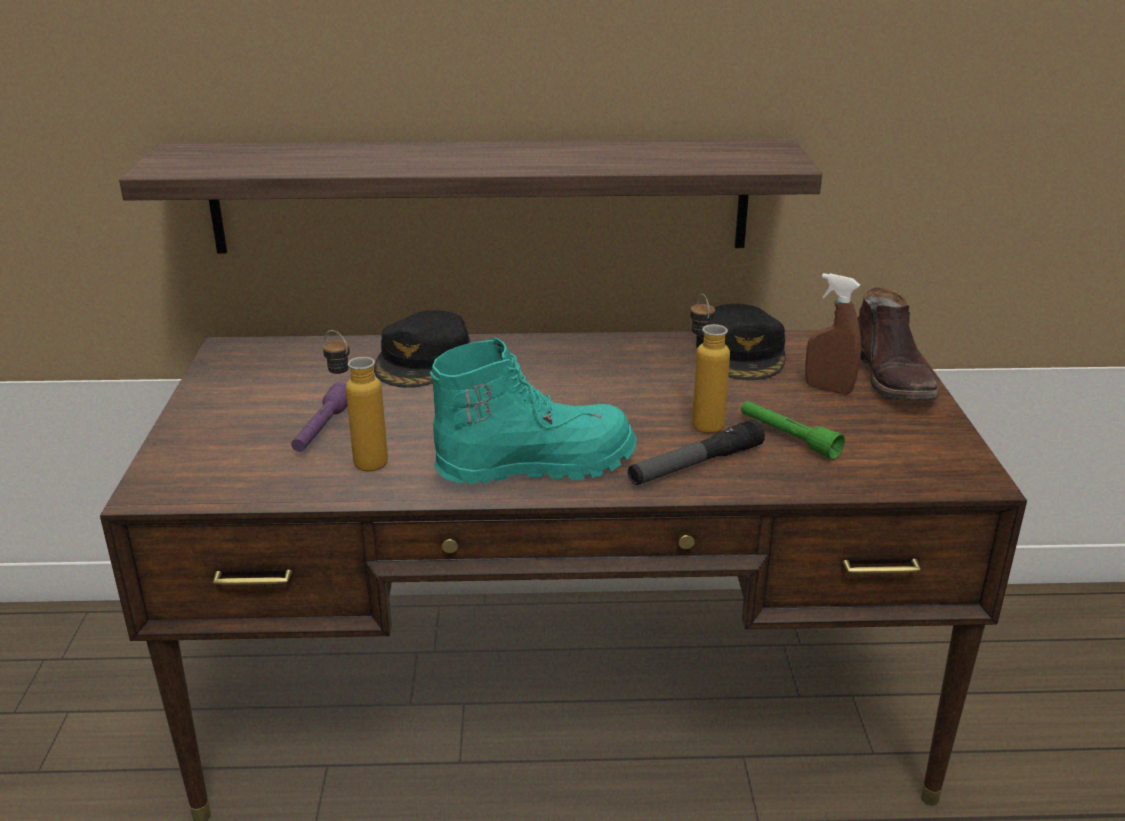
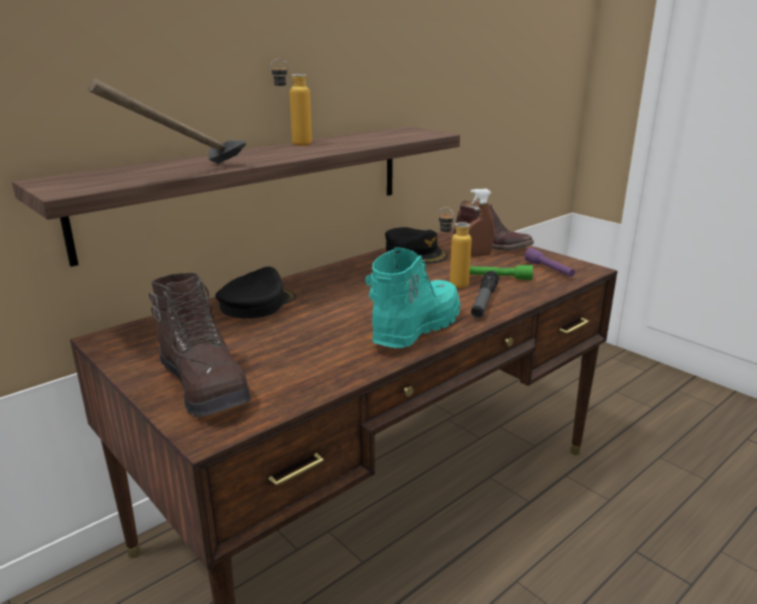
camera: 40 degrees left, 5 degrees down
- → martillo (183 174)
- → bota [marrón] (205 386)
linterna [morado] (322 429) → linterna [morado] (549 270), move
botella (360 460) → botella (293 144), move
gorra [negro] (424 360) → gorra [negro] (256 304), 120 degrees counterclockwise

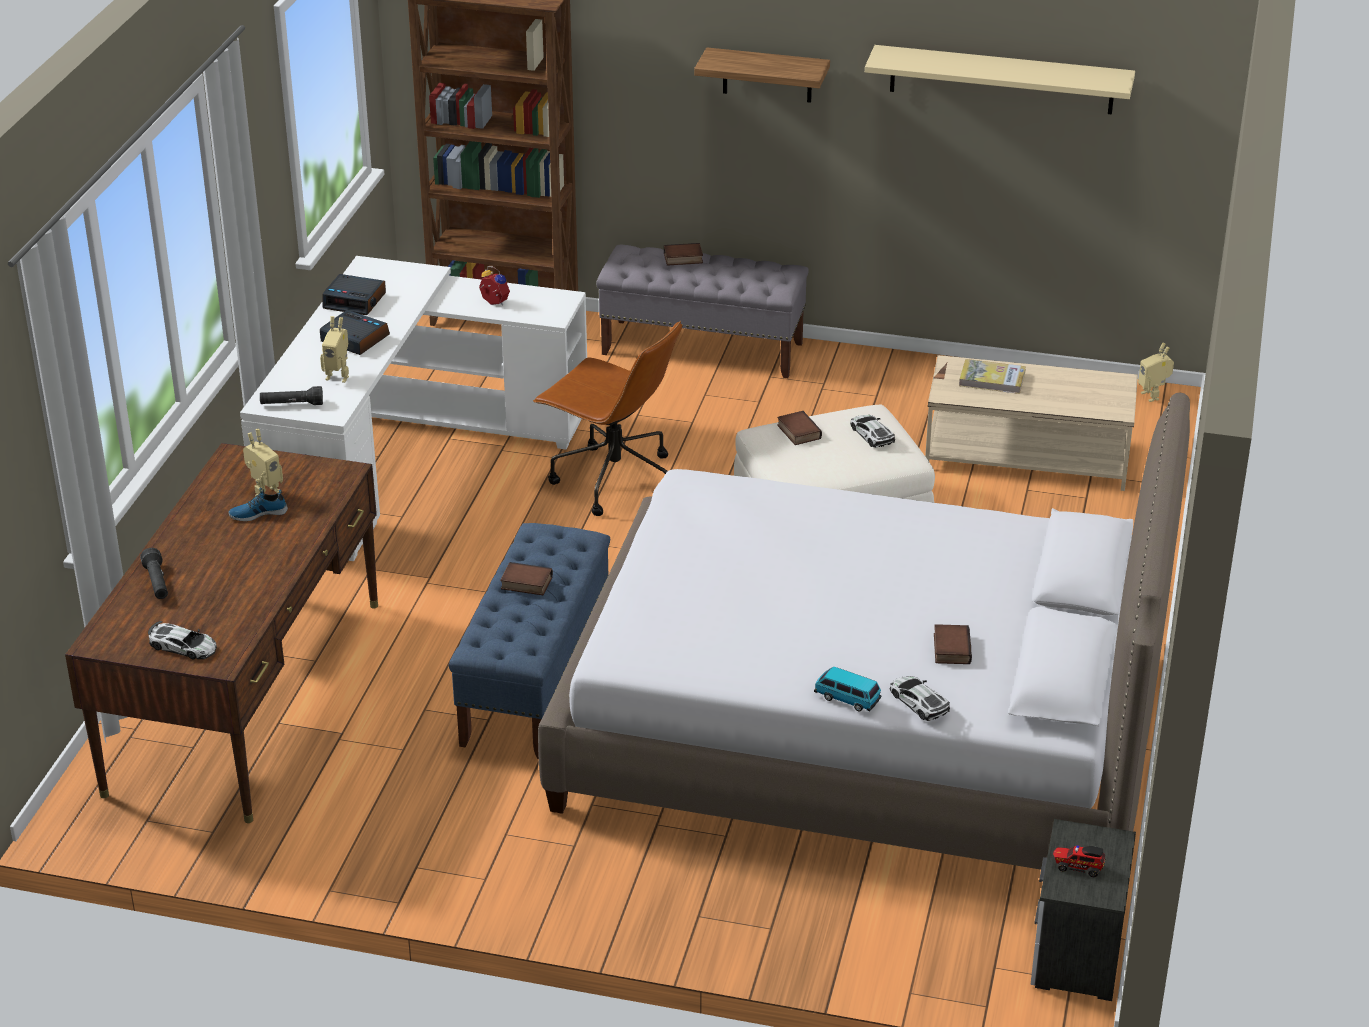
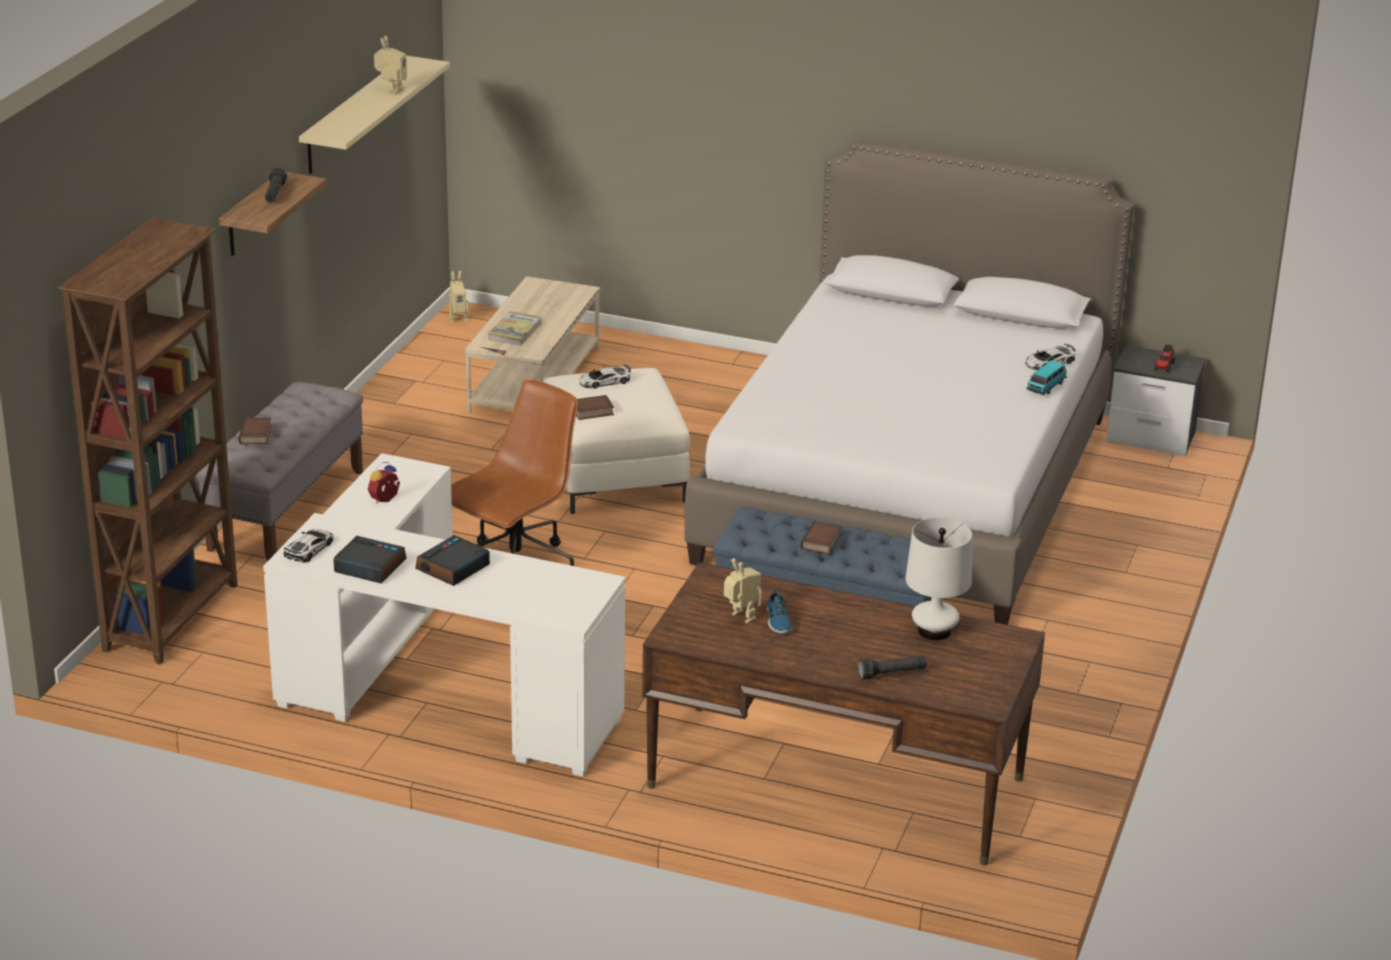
camera: 85 degrees left, 5 degrees down
libro (950 648) → -
- → lámpara de mesa [blanco] (934 631)
coche de juguete (183 646) → coche de juguete (309 549), move
linterna [negro] (292 404) → linterna [negro] (274 194), move
robot de juguete (338 376) → robot de juguete (391 91), move
despertador (355 301) → despertador (369 567), 90 degrees counterclockwise

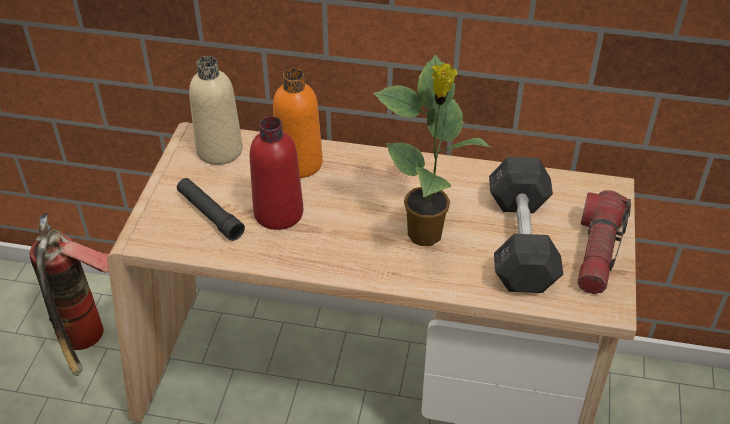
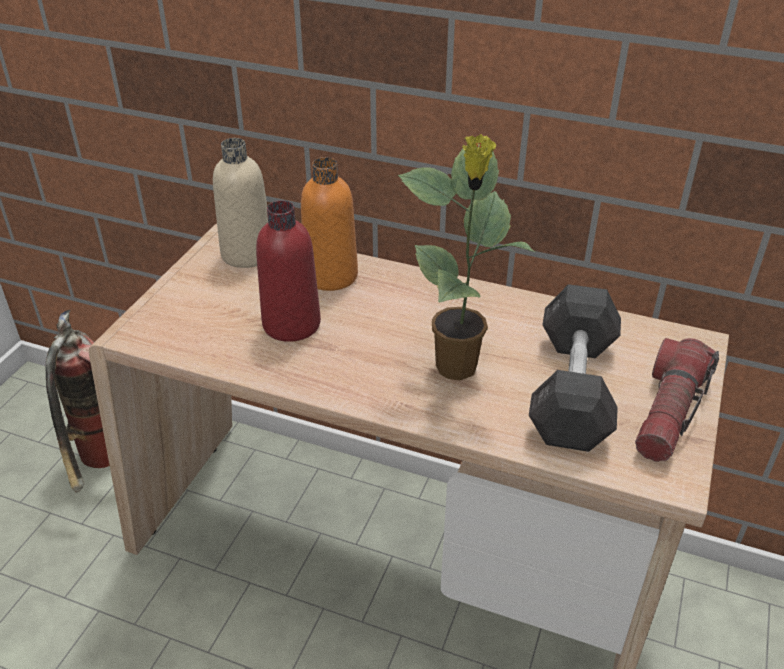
camera: 10 degrees right, 5 degrees down
linterna [negro] (210 214) → -

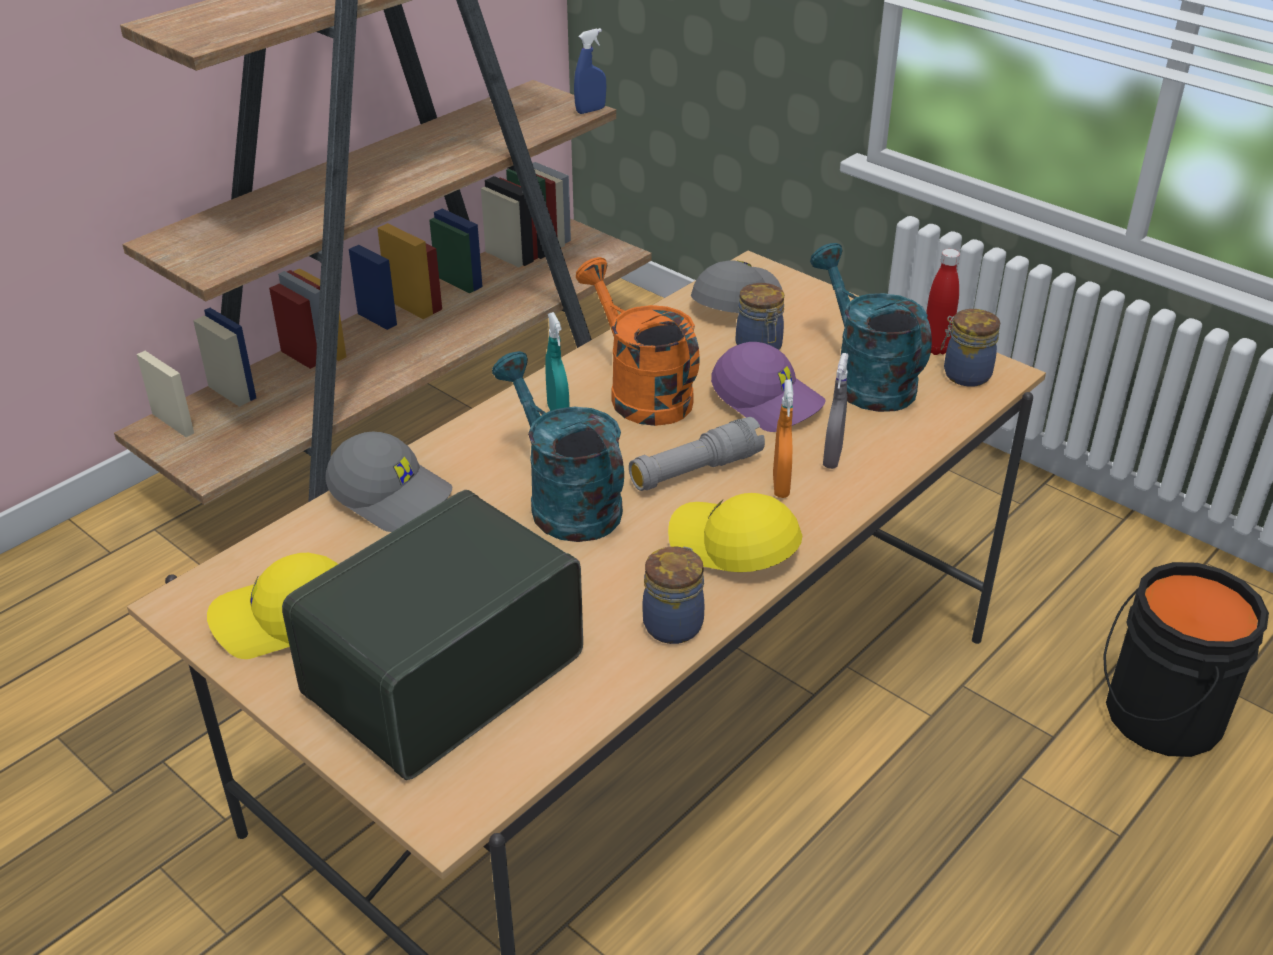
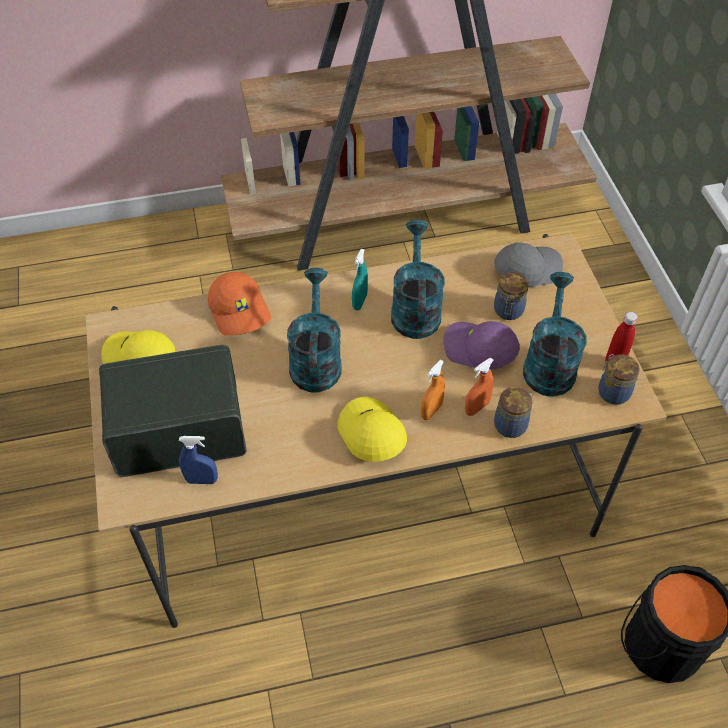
camera: 35 degrees right, 15 degrees up
linterna [gris] (695 470) → -
pulverizador [azul] (590 110) → pulverizador [azul] (202 480), move
tarro (674 623) → tarro (511 425), move
gorra [gris] (392 494) → gorra [naranja] (240 311)
regadera [naranja] (641 393) → regadera [turquesa] (415 309)
pulverizador [gris] (832 458) → pulverizador [naranja] (477 408)
gorra [morado] (768 400) → gorra [morado] (479 350), 135 degrees clockwise

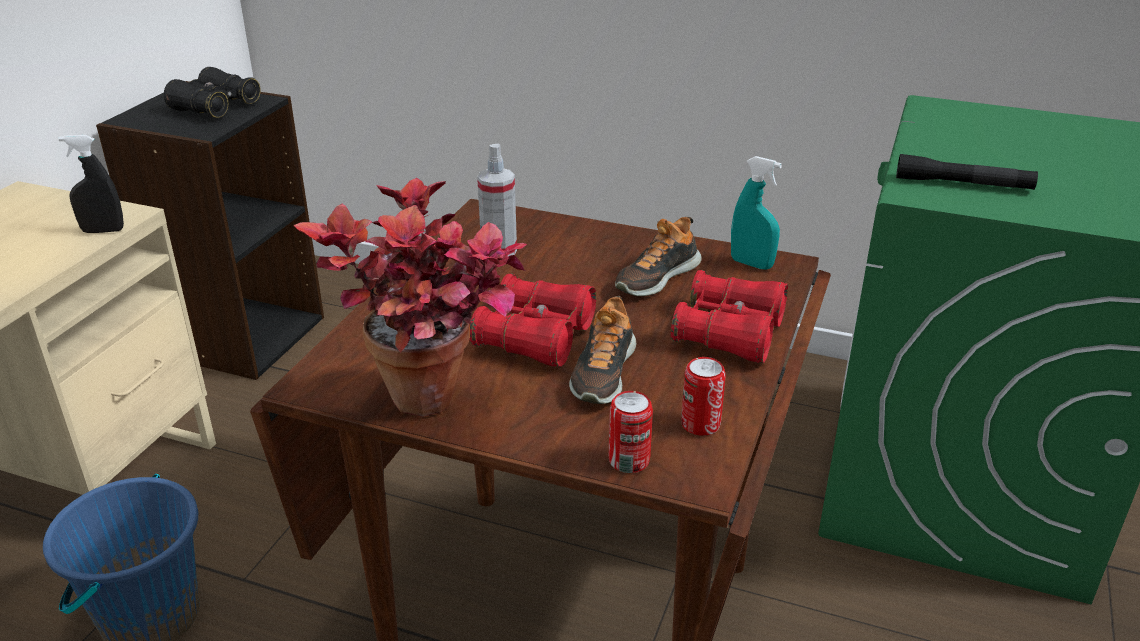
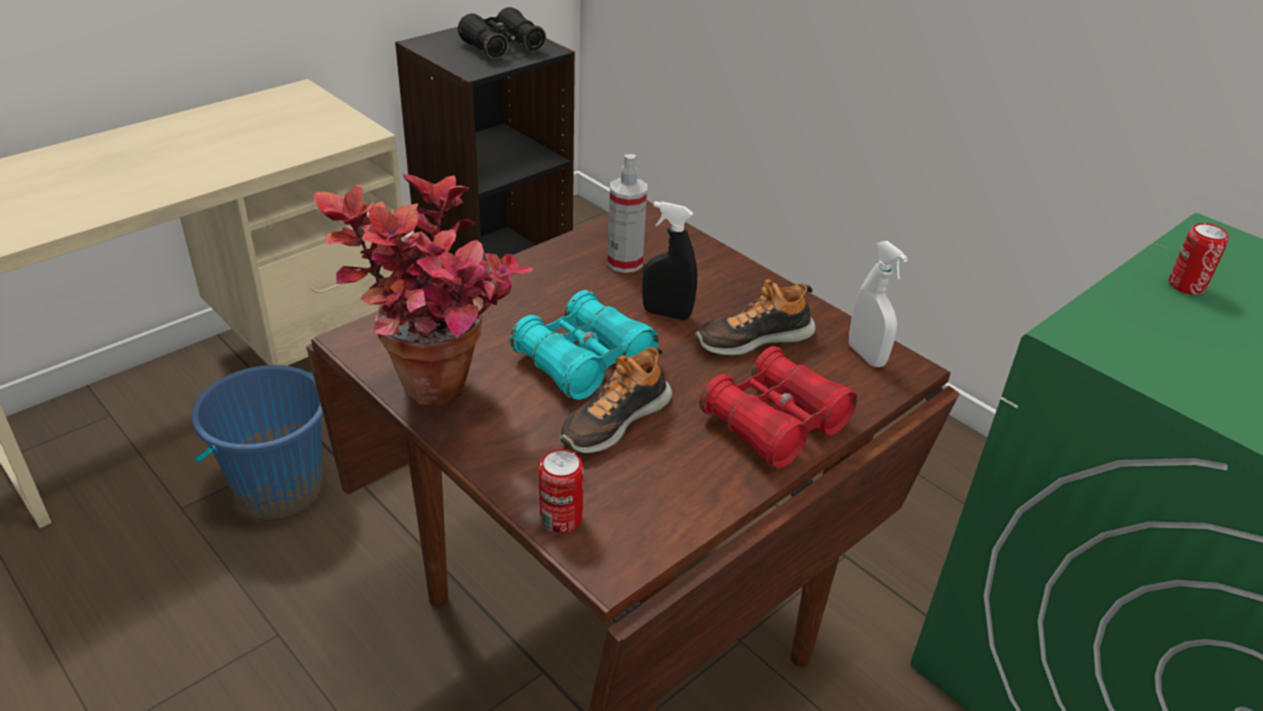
camera: 25 degrees right, 5 degrees up
linterna [negro] (963 184) → -
pulverizador [negro] (103 231) → pulverizador [negro] (666 314), move
lata (700 424) → lata (1186 285), move
prismáticos [rojo] (535 337) → prismáticos [turquesa] (583 361)
pulverizador [turquesa] (751 264) → pulverizador [blanco] (866 355)

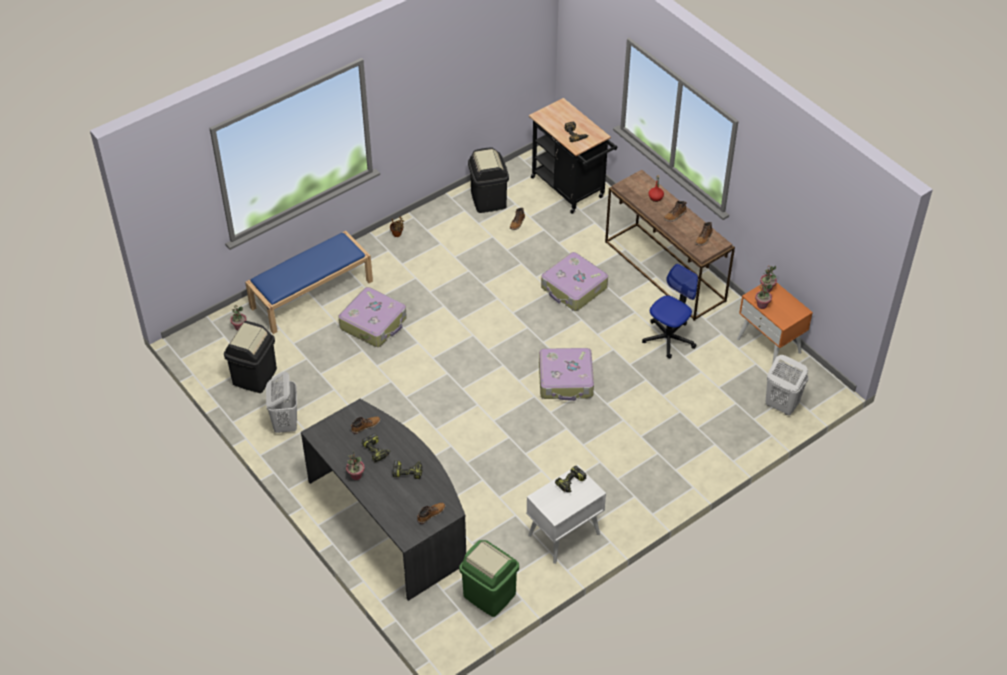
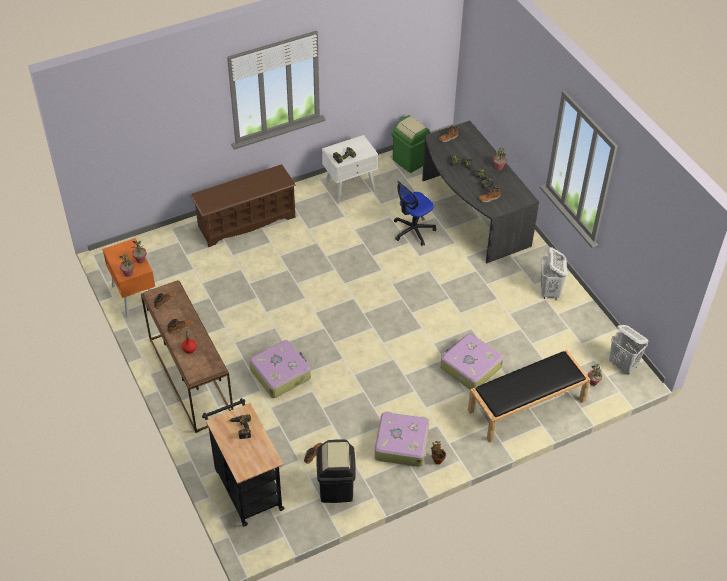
camera: 170 degrees left, 0 degrees up
papelera [negro] (254 376) → -
- → zapatero [marrón] (246 221)
maleta (566 380) → maleta (401 443), move
silla de oficina (669 338) → silla de oficina (413 230), move
cesto de la ropa [blanco] (781 405) → cesto de la ropa [blanco] (623 365), move
banco [azul] (312 293) → banco [negro] (526 406)

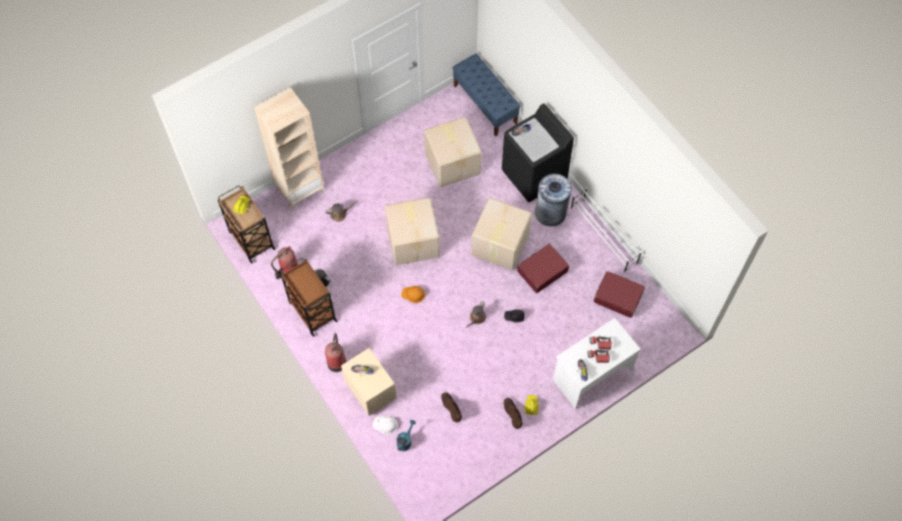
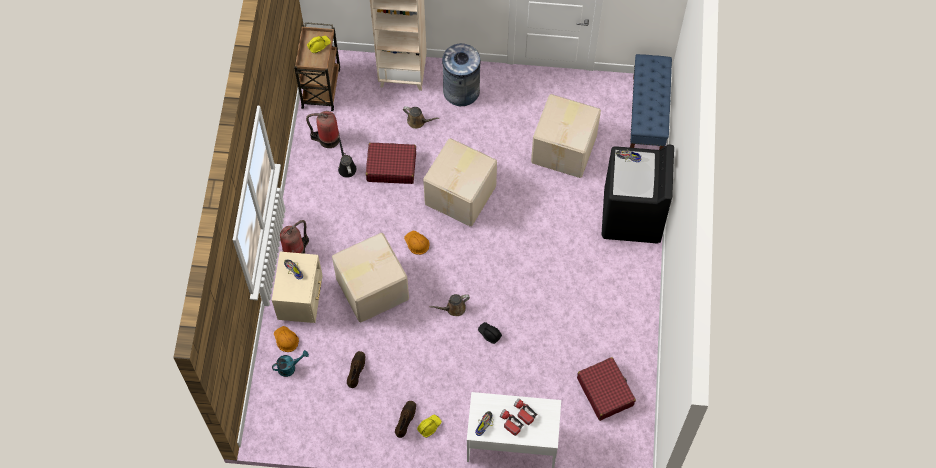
camera: 40 degrees right, 0 degrees up
carrito [marrón] (312 310) → -
zapatero [blanco] (603 236) → -
caja de cartón (499 245) → caja de cartón (371 288), move
maleta [rojo] (542 271) → maleta [rojo] (391 167), move
papelera [gris] (550 212) → papelera [gris] (461 91), move
casco [blanco] (385 425) → casco [naranja] (286 339)

